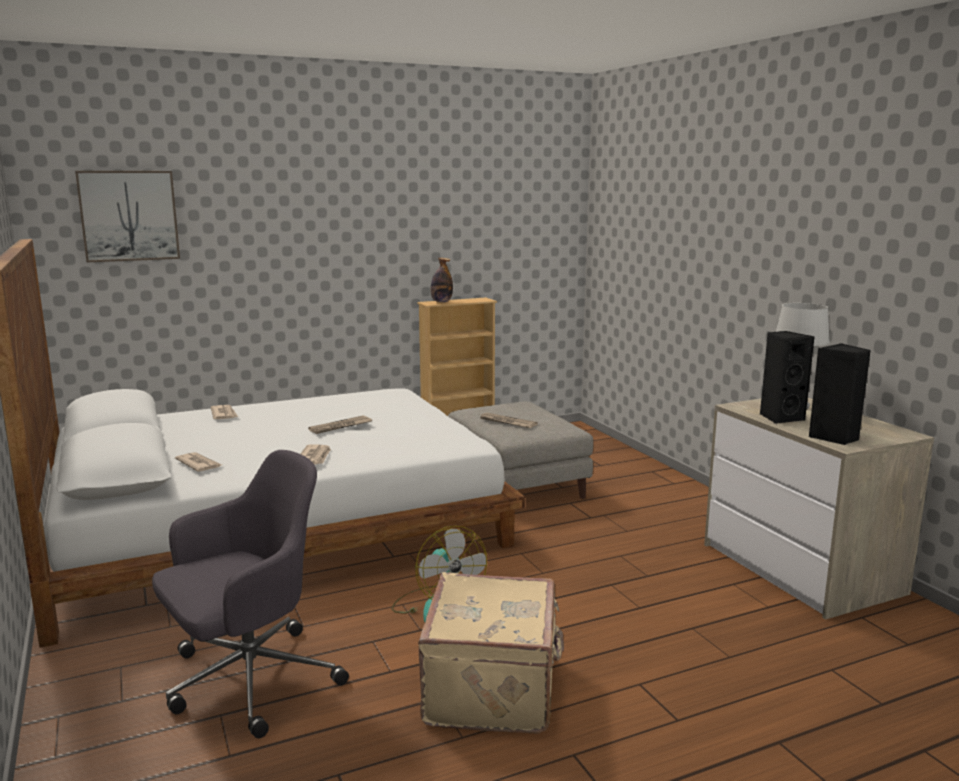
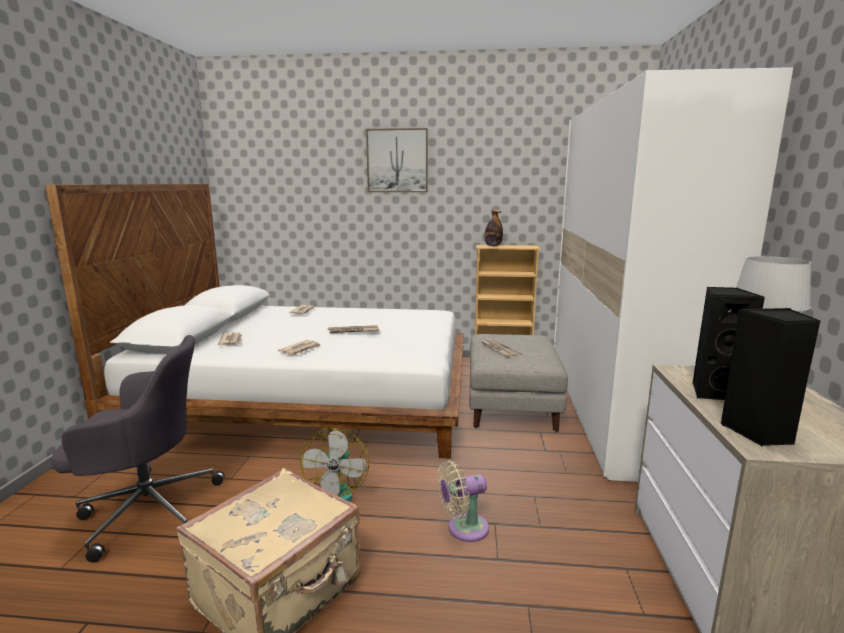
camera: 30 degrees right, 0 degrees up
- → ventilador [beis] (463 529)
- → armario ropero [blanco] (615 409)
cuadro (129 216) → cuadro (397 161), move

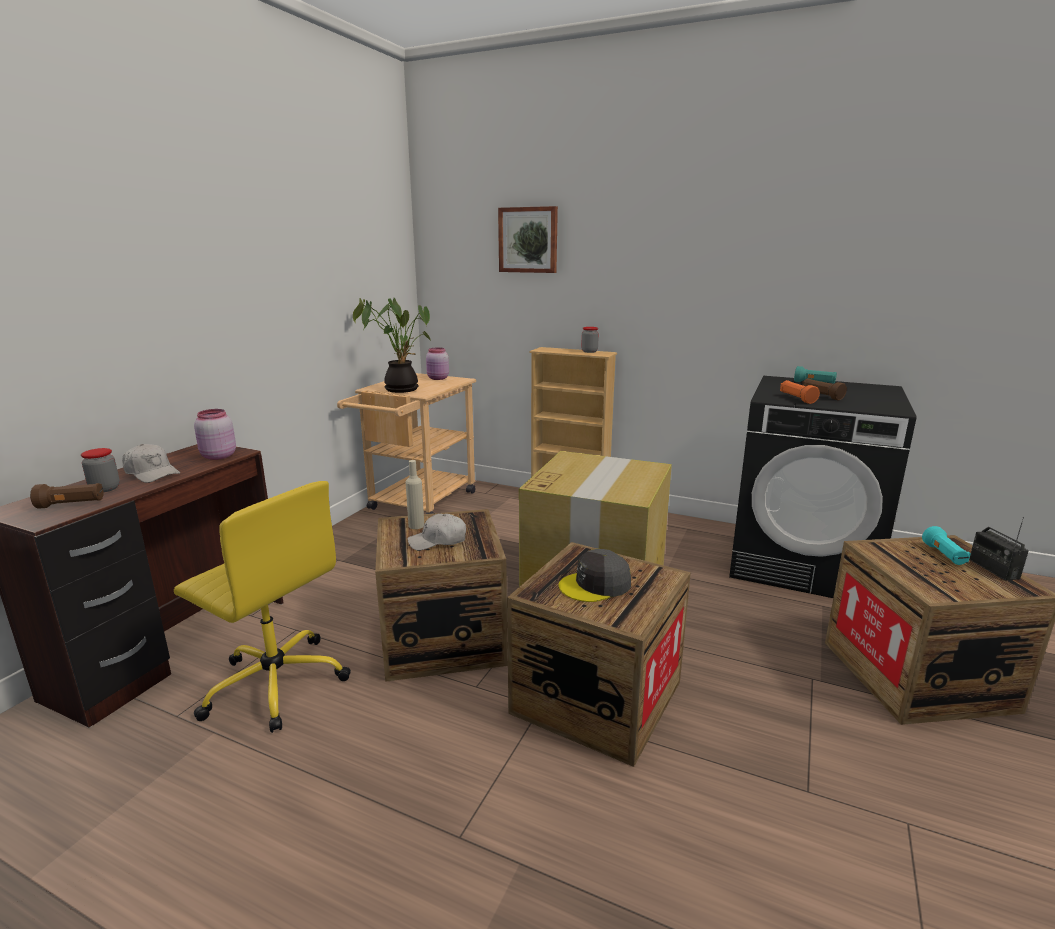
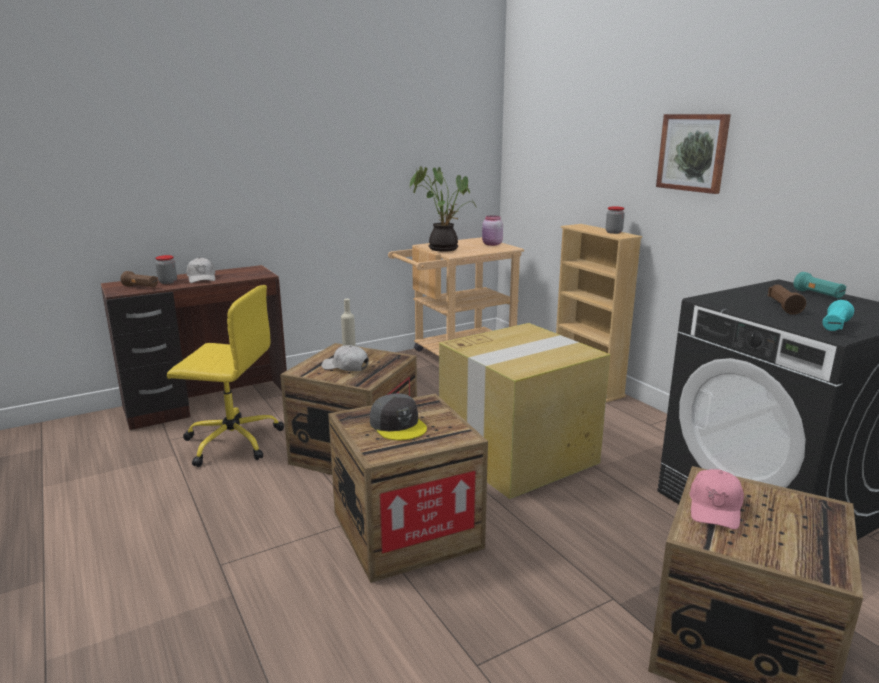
camera: 35 degrees right, 0 degrees up
tarro [rosa] (217 456) → -
linterna [naranja] (797 399) → -
radio (993 569) → -
- → gorra [rosa] (715 508)
cuadro (528 240) → cuadro (693 152), move
linterna [turquesa] (944 555) → linterna [turquesa] (834 327), move
silla de oficina [amarillo] (275 683) → silla de oficina [amarillo] (231 441), 60 degrees counterclockwise
gorra [gris] (595 585) → gorra [gris] (398 425), 135 degrees counterclockwise

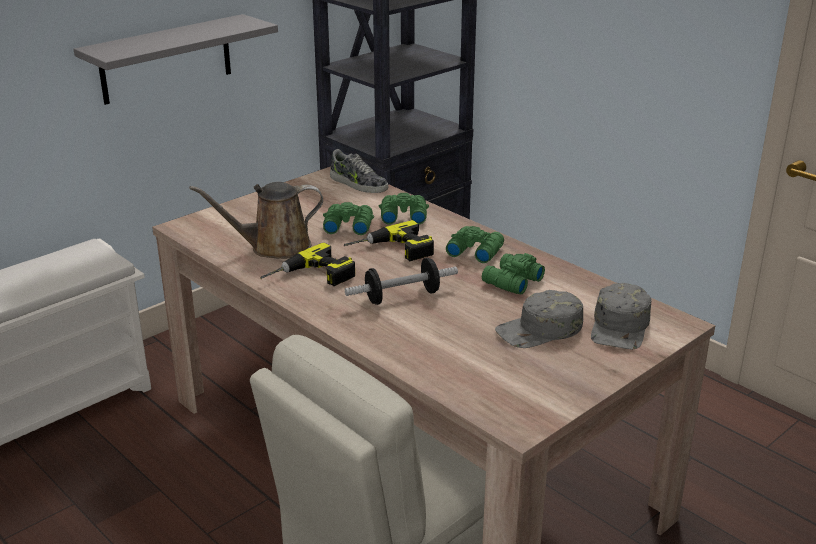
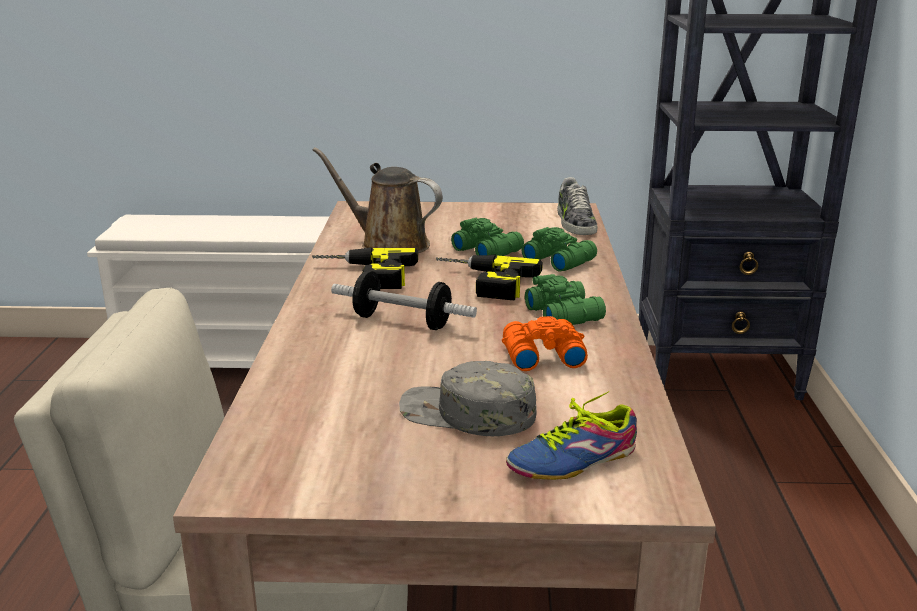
camera: 45 degrees right, 5 degrees down
estante [gris] (166 59) → -
gorra [gris] (620 327) → zapato (569 458)
prismáticos [verde] (511 281) → prismáticos [naranja] (541 355)

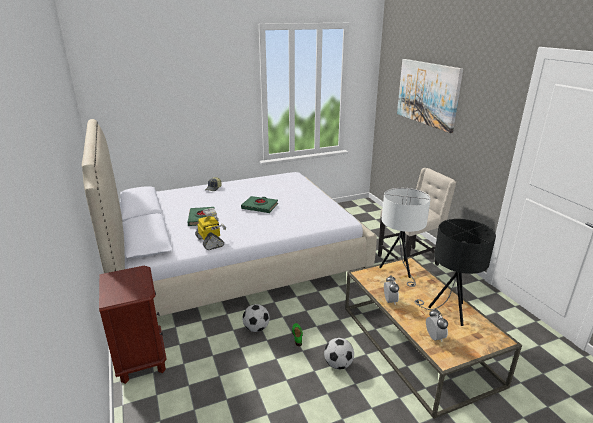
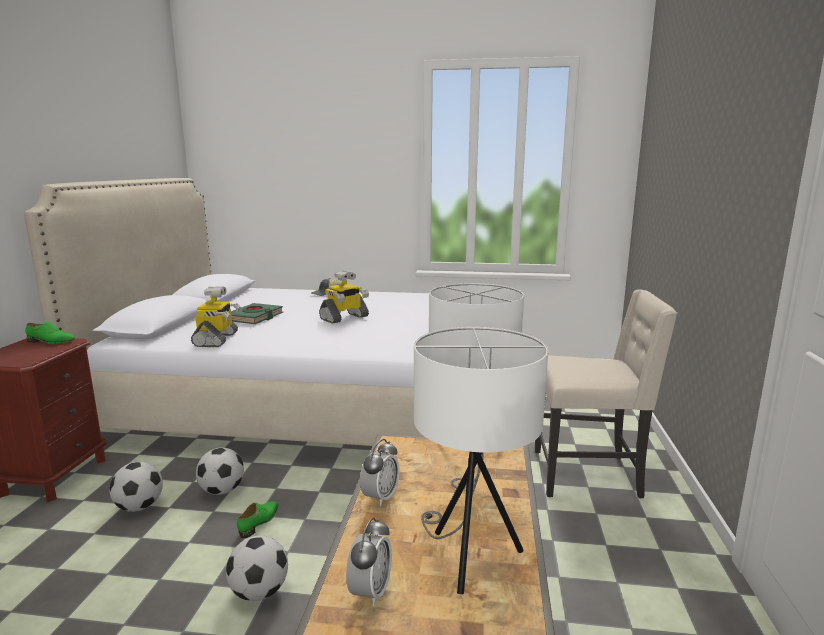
camera: 30 degrees right, 10 degrees down
cuadro (427 93) → -
- → zapato [verde] (50 341)
- → balón de fútbol (139 507)
libro [verde] (260 207) → robot de juguete (344 318)
lámpara de mesa [negro] (448 311) → lámpara de mesa [blanco] (469 556)

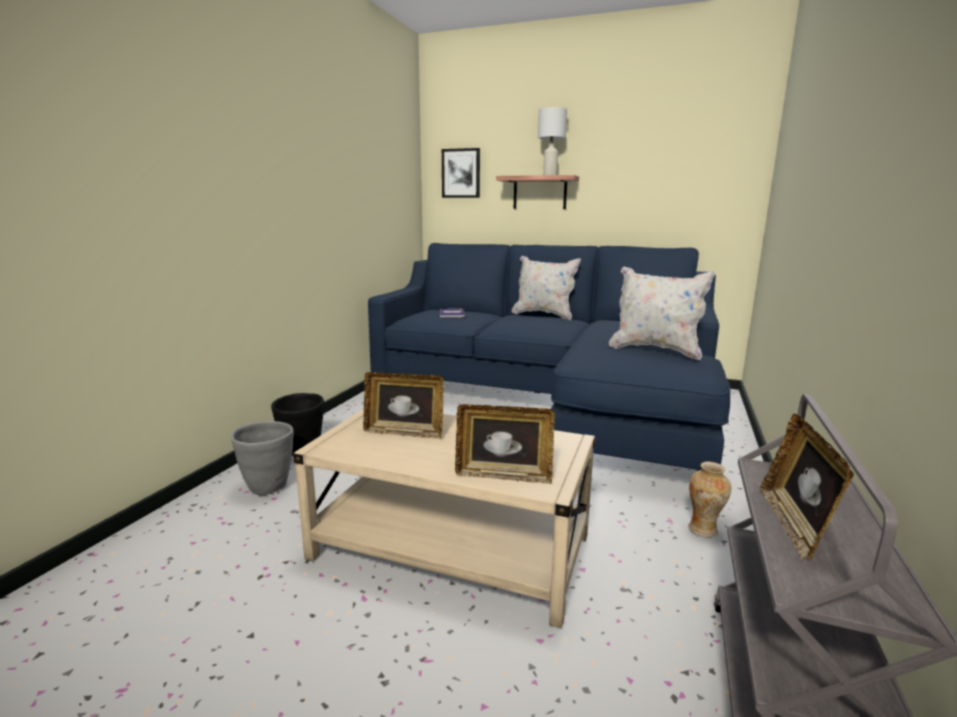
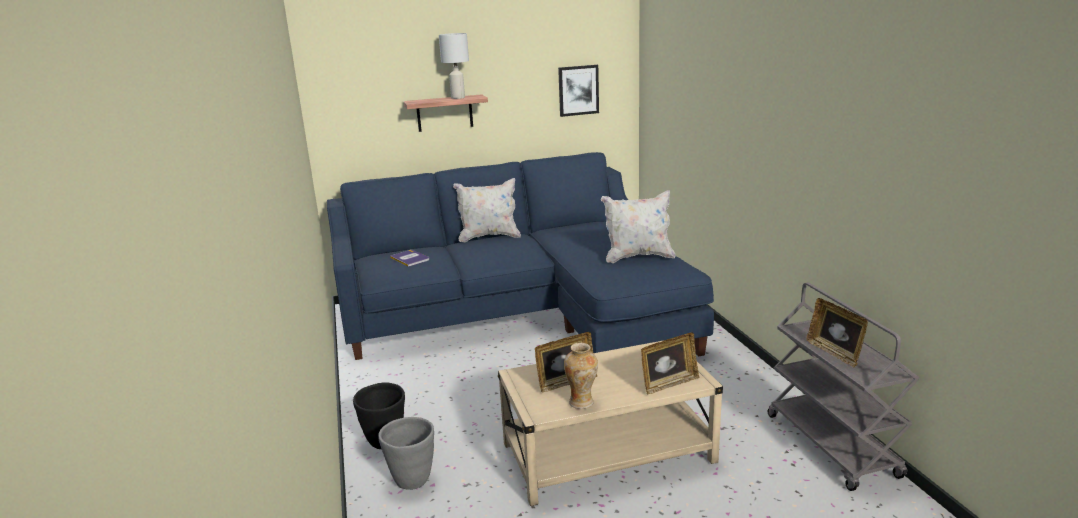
camera: 35 degrees left, 5 degrees up
cuadro (461 173) → cuadro (578 90), move
florero (703 530) → florero (582 403), move

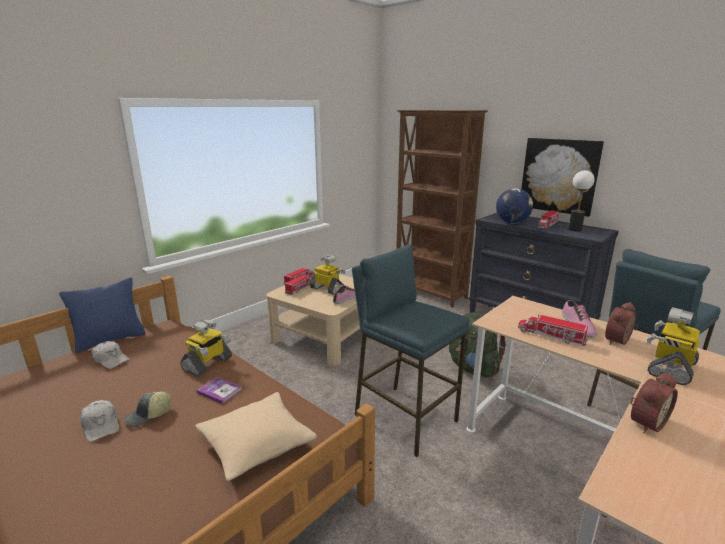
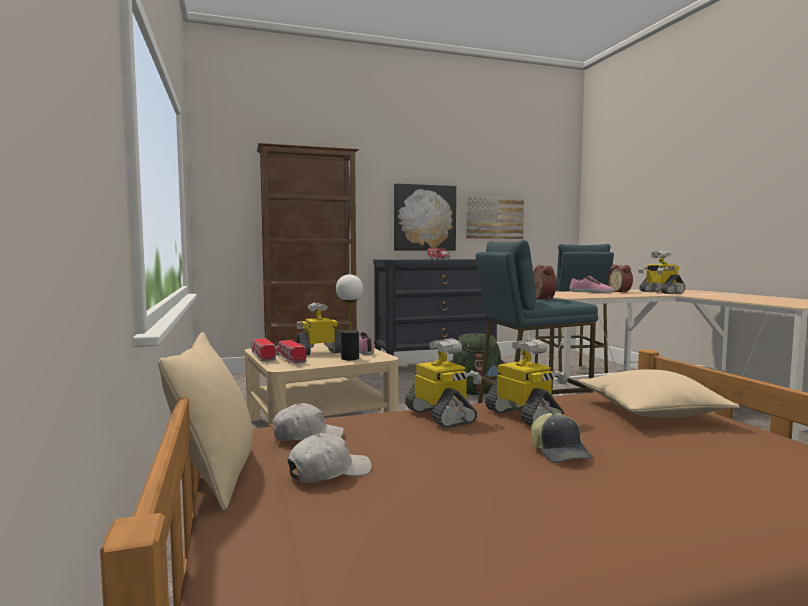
camera: 60 degrees left, 15 degrees down
globo terráqueo (512 223) → -
camión de juguete (551 336) → -
- → cuadro (494 218)
gorra [blanco] (101 425) → gorra [blanco] (307 436), move
lámpara de mesa (575 229) → lámpara de mesa (350 358), move
despertador (645 422) → despertador (541 298), move
libro (219 391) → robot de juguete (524 416)
cojín [azul] (110 340) → cojín [beis] (216 477)

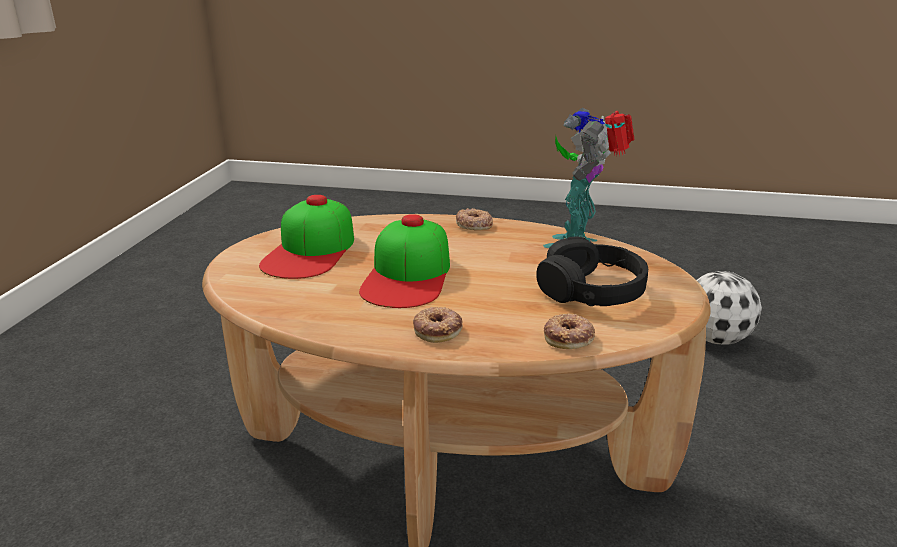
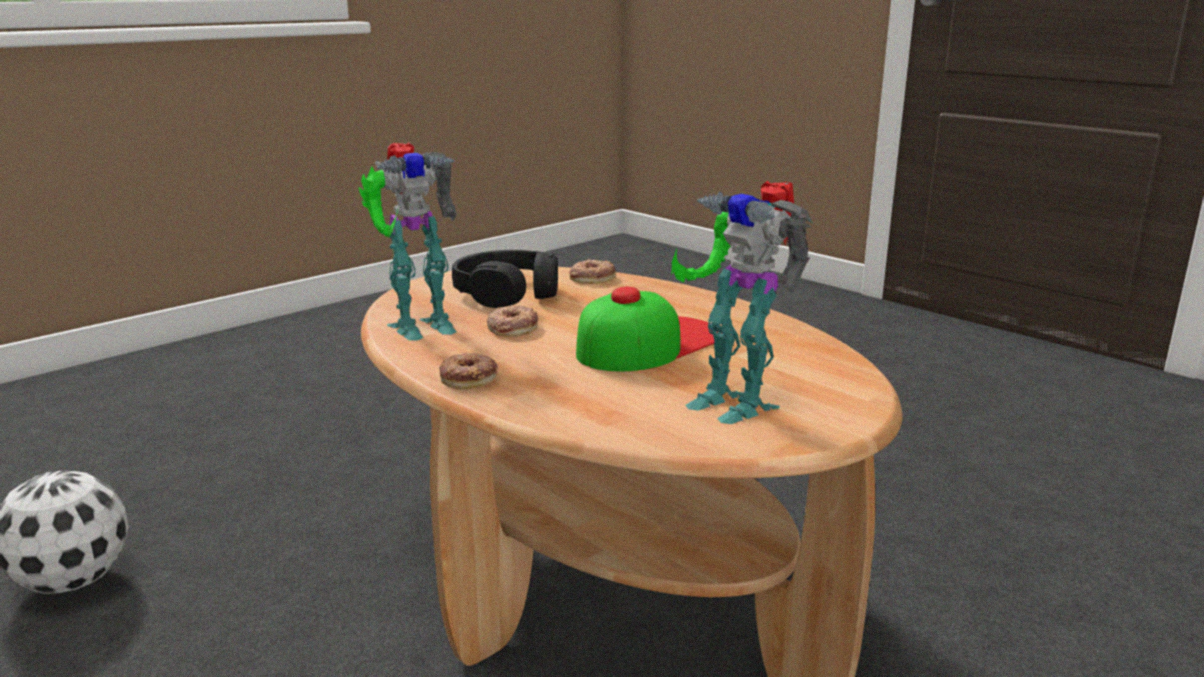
camera: 145 degrees left, 5 degrees down
rosquilla (438 329) → rosquilla (512 327), move
gorra (310 251) → robot de juguete (733 400)

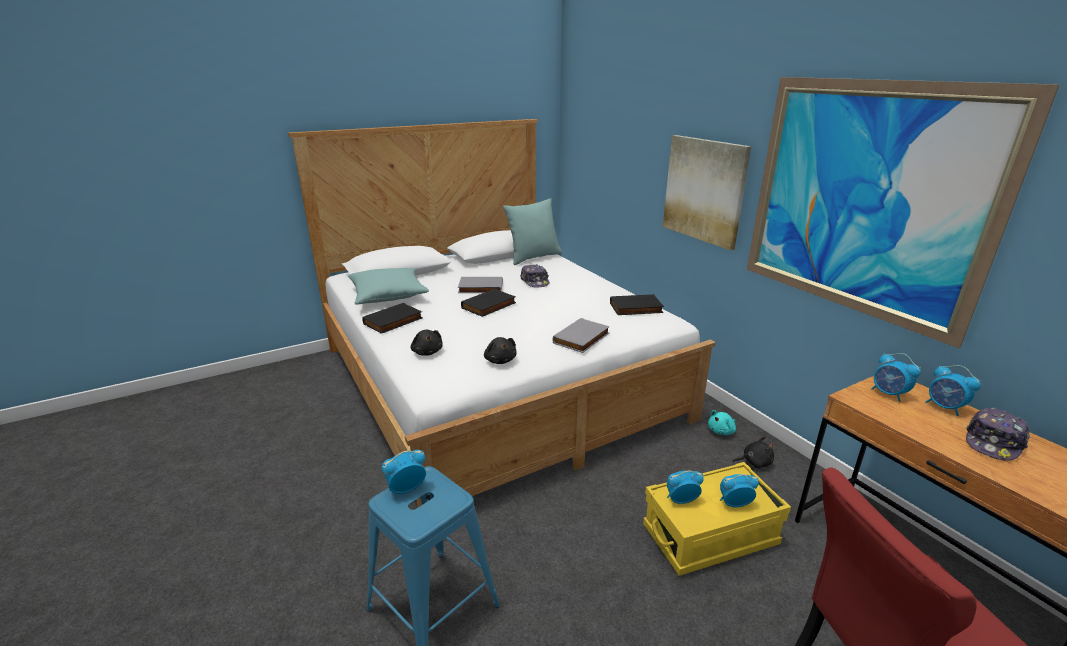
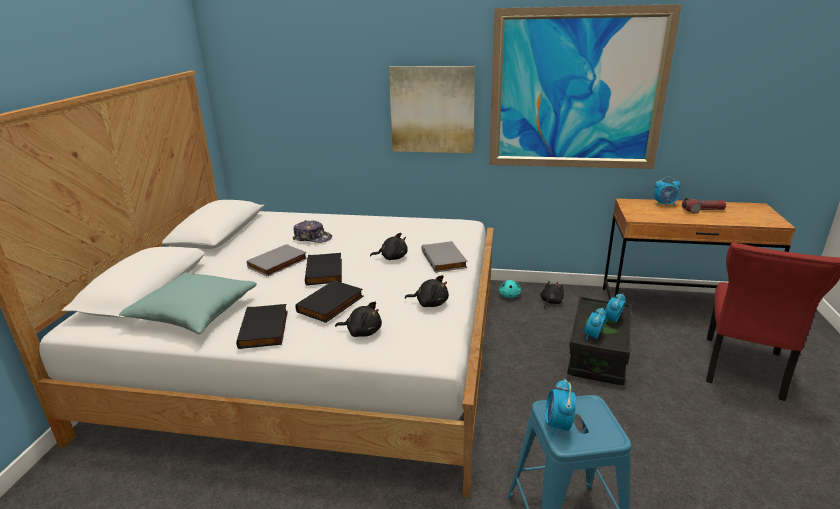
camera: 50 degrees left, 0 degrees up
cojín [turquesa] (533 257) → -
despertador (888 394) → -
- → peluche [negro] (392 257)
libro [negro] (635 308) → libro [negro] (331 305), move
gorra (993 442) → linterna (702 211)
caja de almacenaje [amarillo] (709 536) → caja de almacenaje [negro] (598 355)

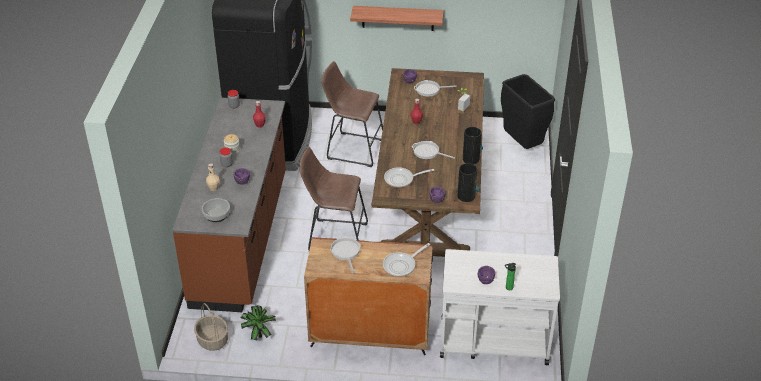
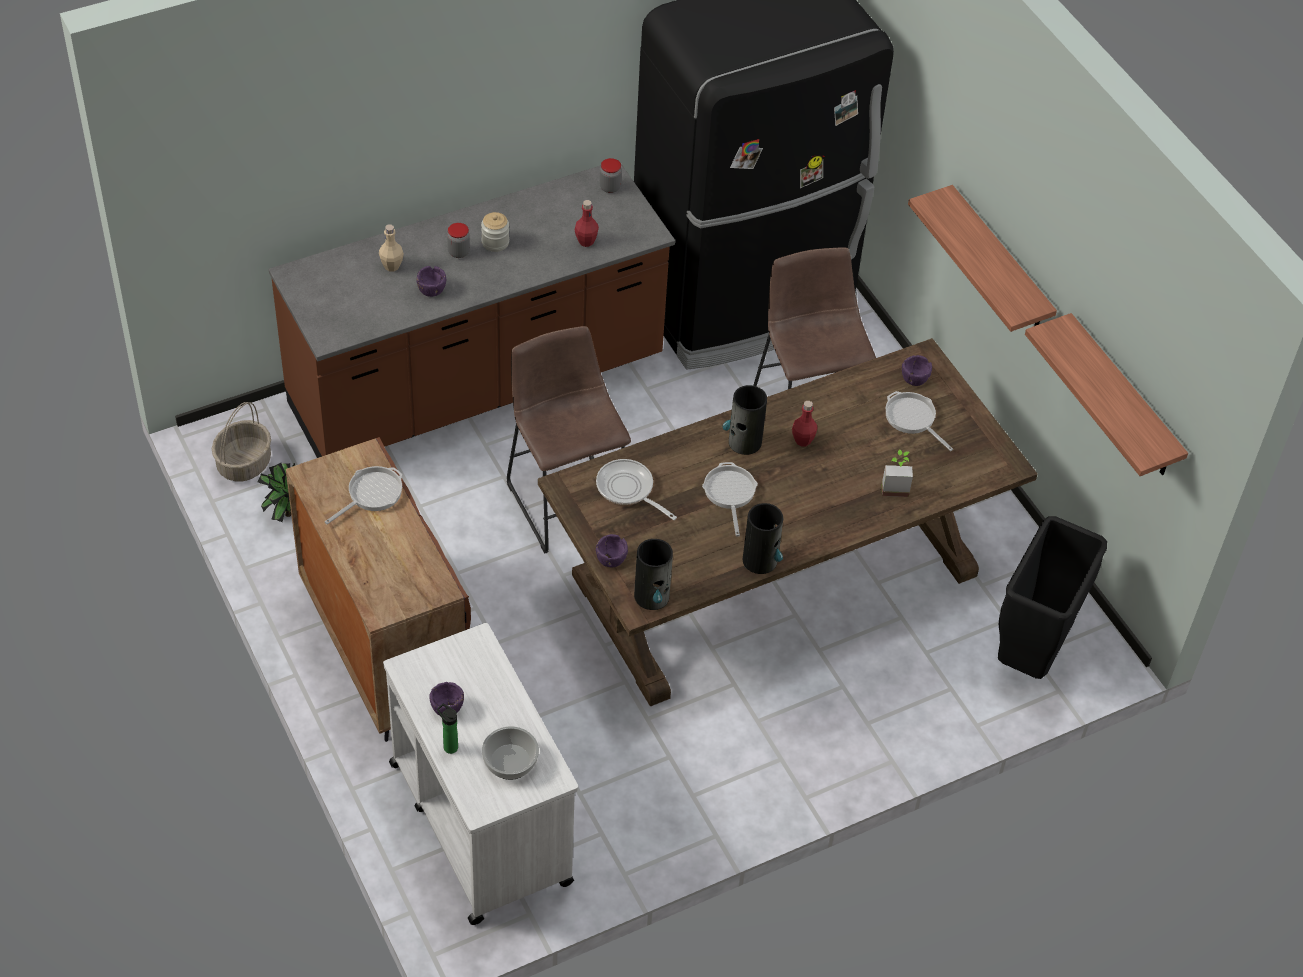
camera: 55 degrees right, 10 degrees up
sartén (401 265) → -
- → florero (744 442)
- → estante (1122 399)
cuenco (217 215) → cuenco (510 762), move

